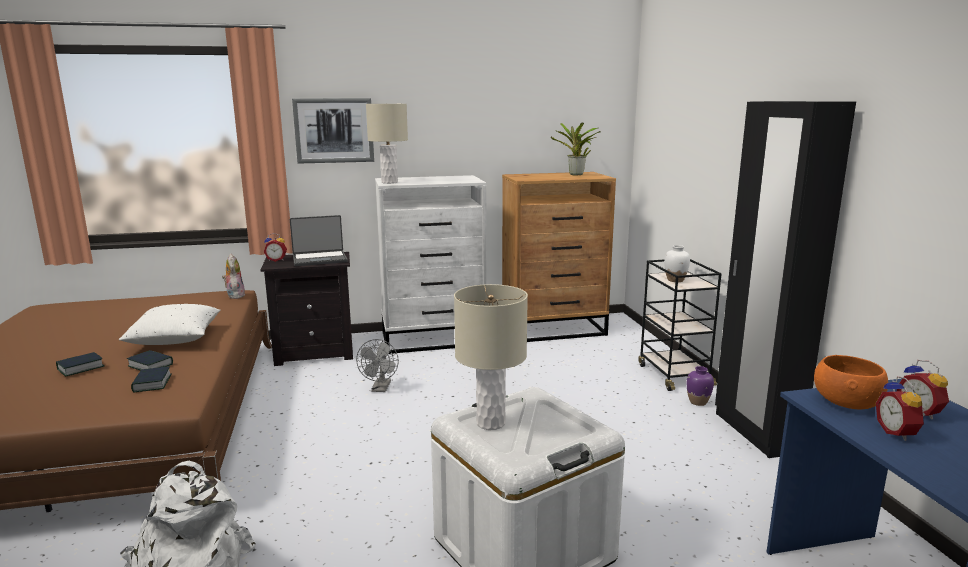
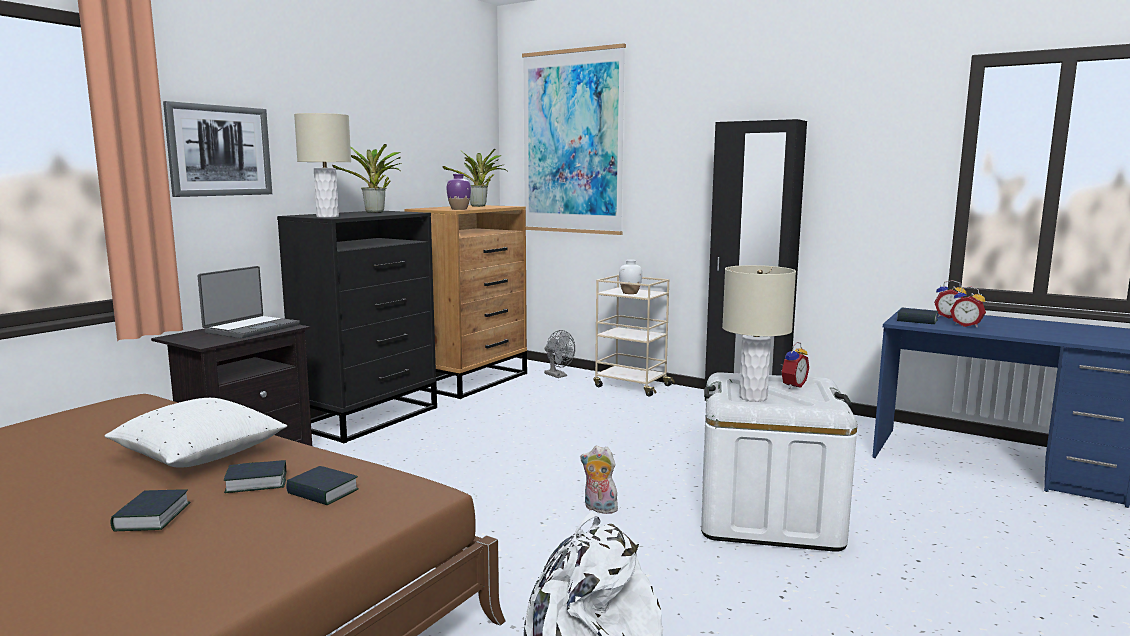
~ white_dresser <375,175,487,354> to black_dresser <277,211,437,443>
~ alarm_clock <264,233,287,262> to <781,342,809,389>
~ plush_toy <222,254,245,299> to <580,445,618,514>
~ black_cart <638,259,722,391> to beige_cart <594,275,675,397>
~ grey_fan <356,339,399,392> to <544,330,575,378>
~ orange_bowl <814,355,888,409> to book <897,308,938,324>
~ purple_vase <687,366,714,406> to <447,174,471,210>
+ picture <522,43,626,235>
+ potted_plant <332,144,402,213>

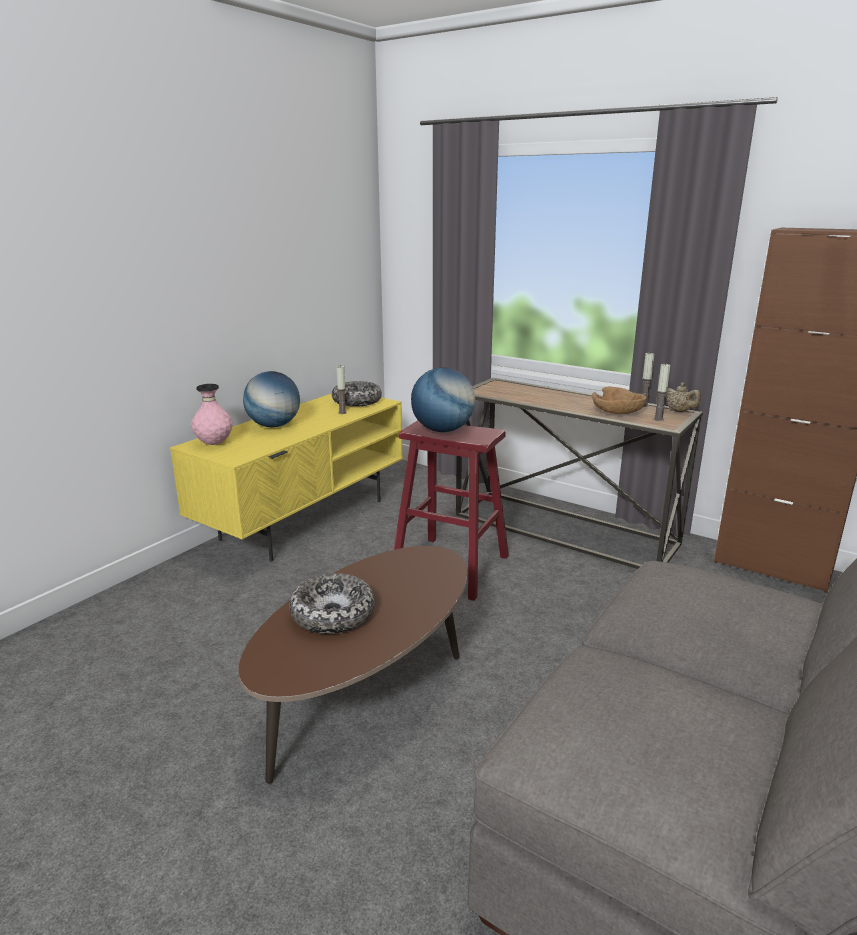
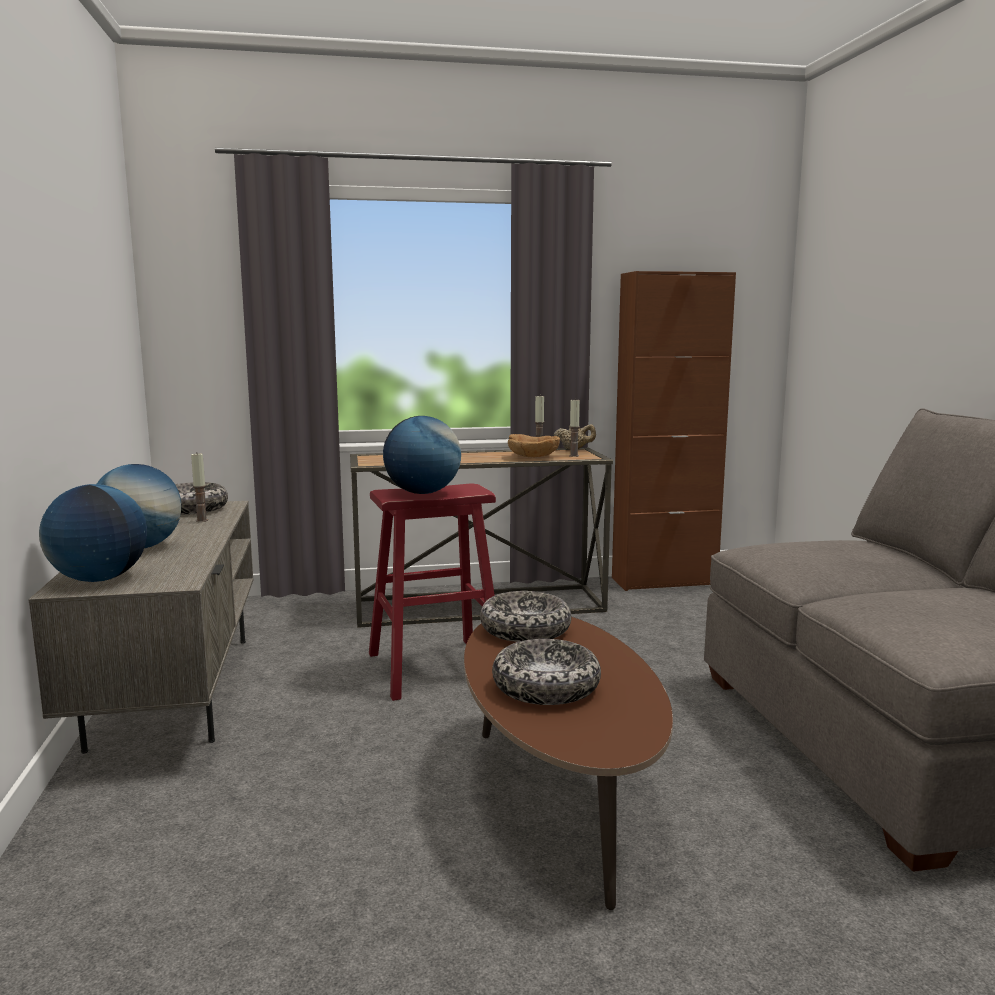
~ pink_vase <191,384,233,445> to globe <39,484,147,582>
~ yellow_tv_stand <170,393,403,562> to grey_tv_stand <29,501,253,754>
+ bowl <480,591,572,642>

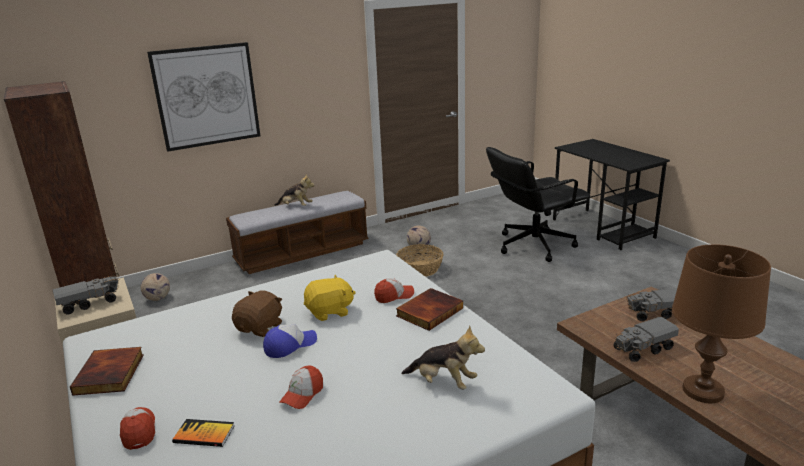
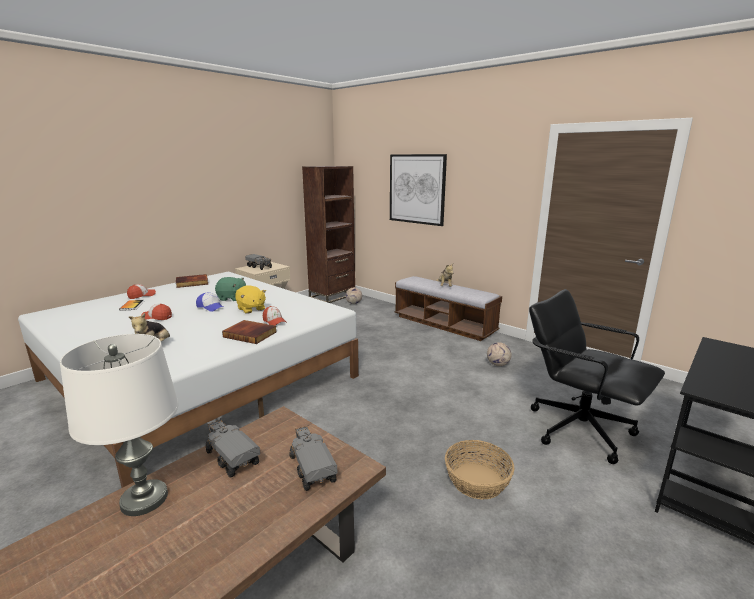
~ basket <396,244,444,277> to <445,440,515,500>
~ brown_table_lamp <672,244,771,403> to white_table_lamp <60,334,178,516>
~ brown_plush_toy <232,290,282,337> to green_plush_toy <215,277,247,301>

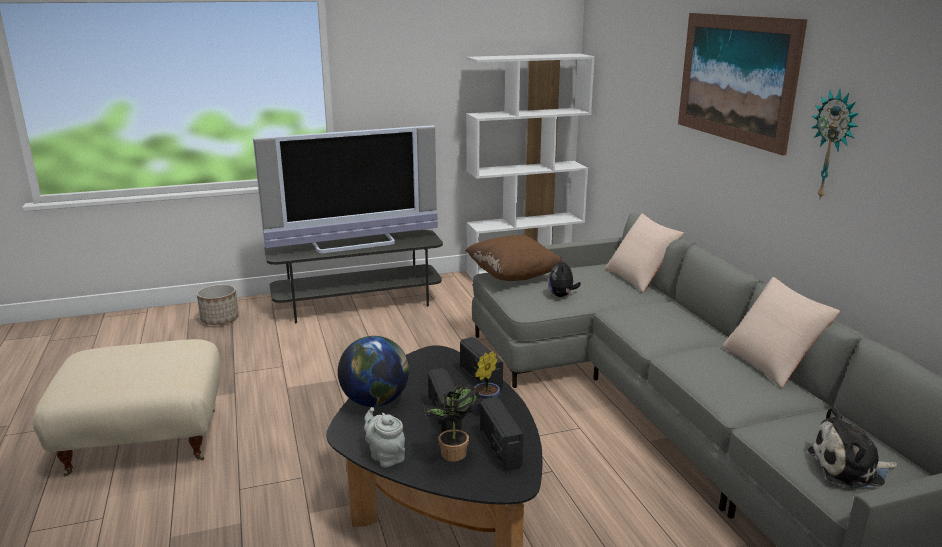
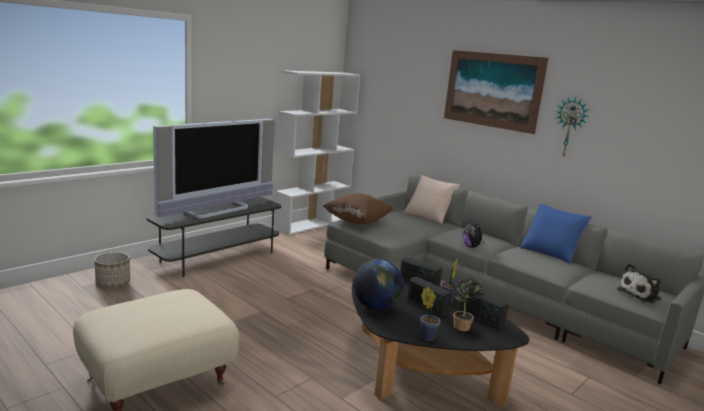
~ plush_toy <548,256,581,297> to <463,219,485,248>
~ beige_pillow <722,277,840,388> to blue_pillow <520,204,591,264>
~ grey_teapot <364,407,405,467> to potted_plant <420,286,441,341>

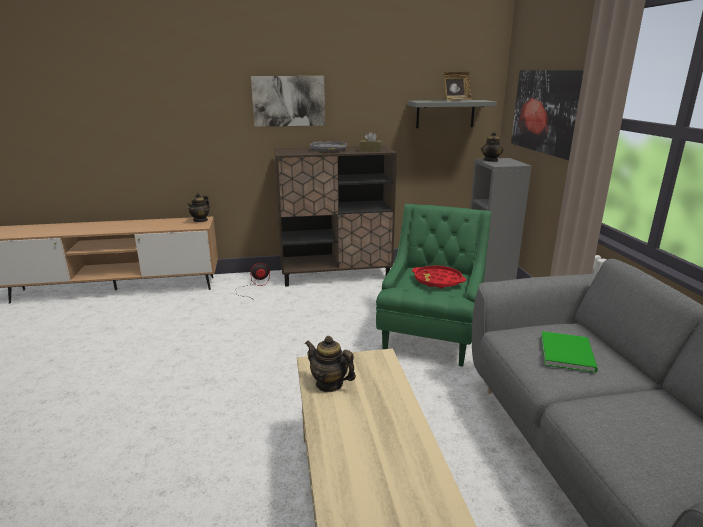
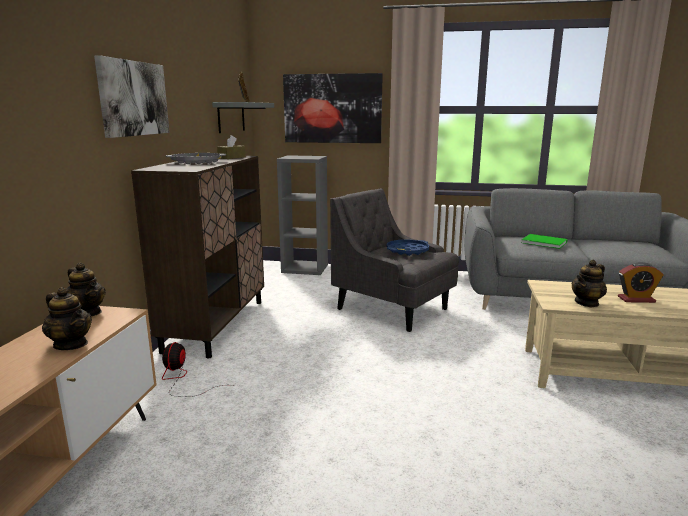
~ teapot <481,131,504,162> to <42,287,92,350>
~ green_armchair <376,204,492,367> to grey_armchair <330,188,459,332>
~ red_tray <412,265,466,289> to blue_tray <386,240,429,256>
+ alarm_clock <618,262,664,303>

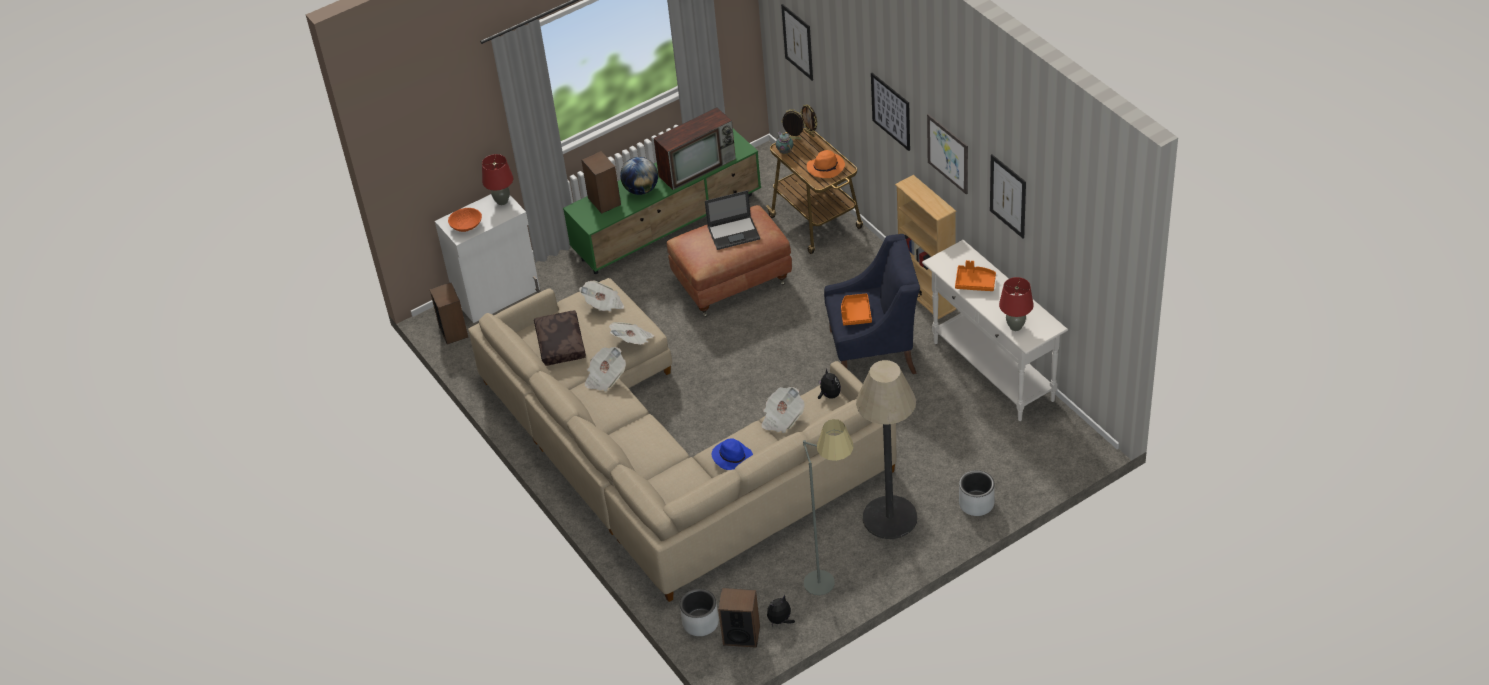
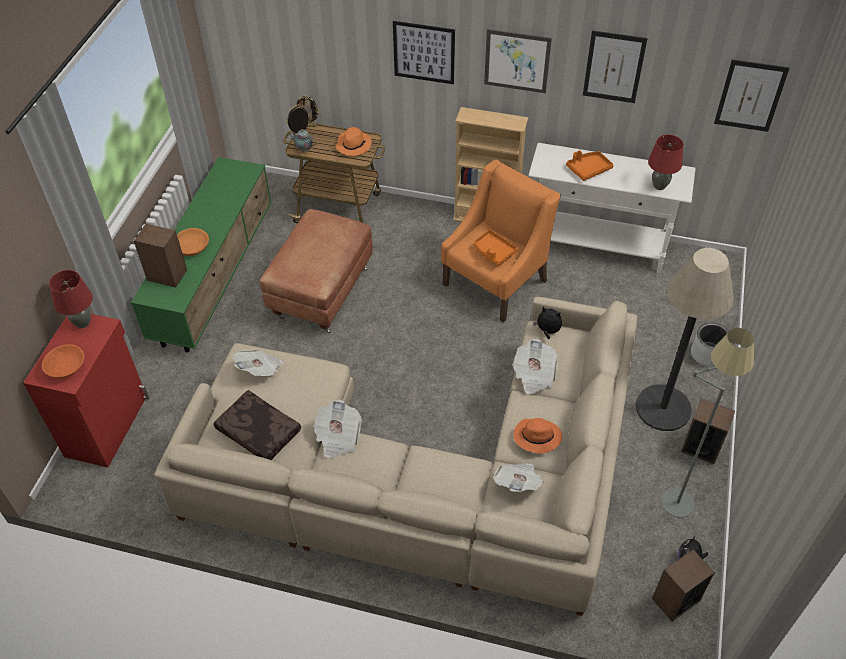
~ picture <781,4,813,81> to <714,59,790,132>
- television <654,107,736,190>
~ globe <620,157,658,195> to orange_bowl <177,228,209,256>
- laptop <705,190,760,250>
~ white_cabinet <435,194,540,323> to red_cabinet <23,314,149,467>
~ blue_armchair <824,234,920,374> to orange_armchair <441,160,561,323>
~ speaker <430,283,468,344> to <681,399,735,464>
~ newspaper <609,322,654,345> to <493,463,544,492>
~ blue_hat <712,438,753,470> to orange_hat <513,418,562,454>
- grey_planter <680,589,719,636>

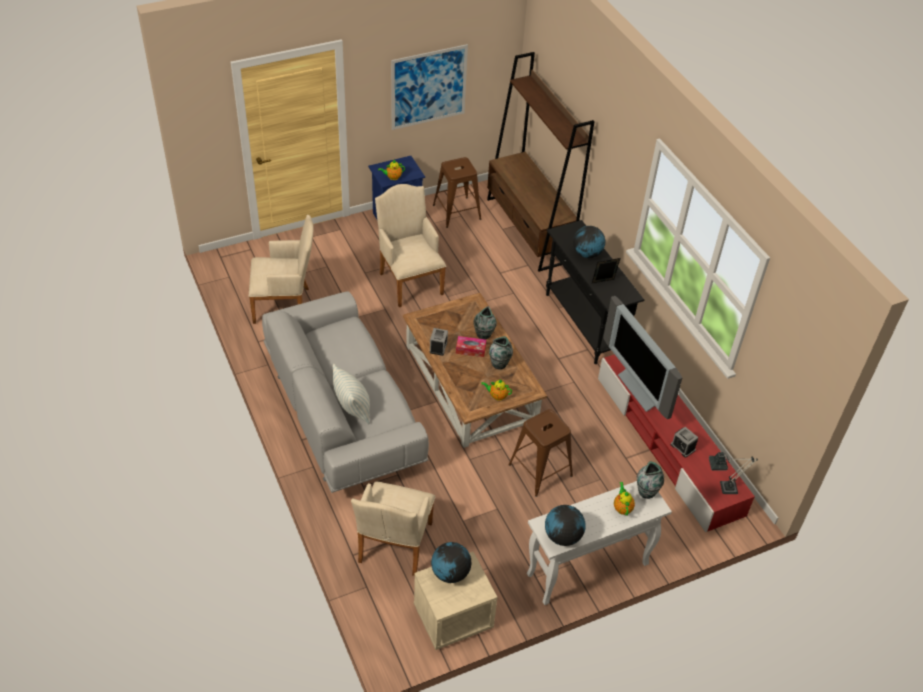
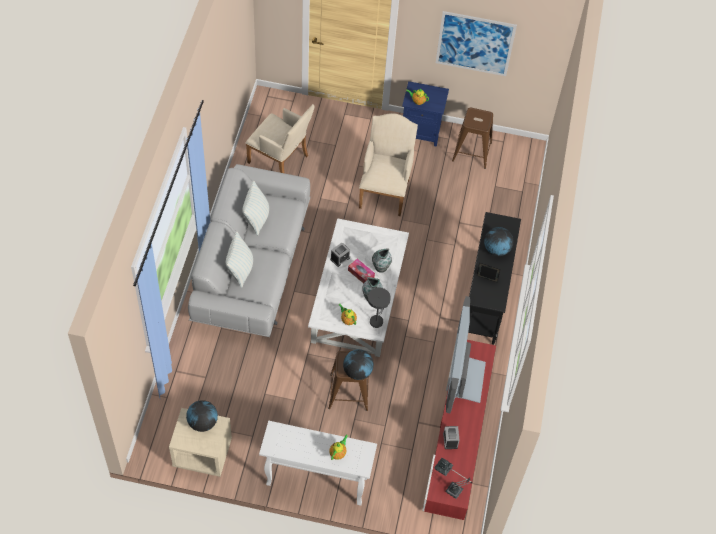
- brown_bookcase <487,52,595,272>
~ brown_coffee_table <403,293,547,448> to white_coffee_table <308,218,409,357>
- vase <637,461,664,499>
- beige_armchair <351,482,435,576>
~ globe <545,505,586,546> to <343,349,374,380>
+ pillow <242,181,269,236>
+ grey_table_lamp <368,287,391,328>

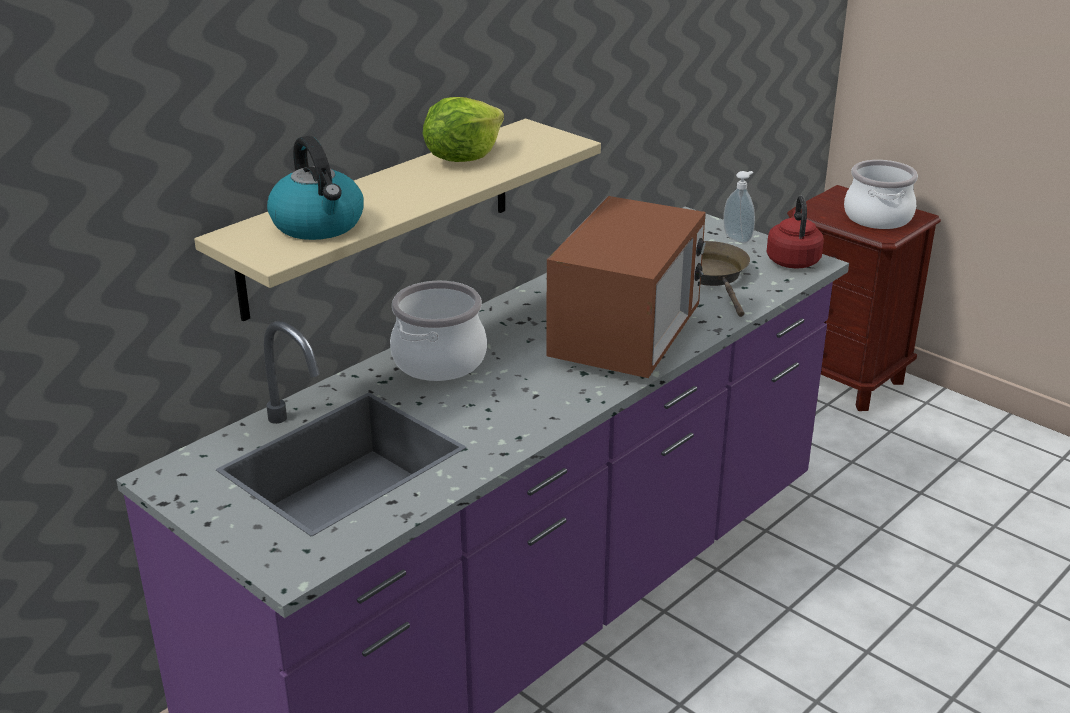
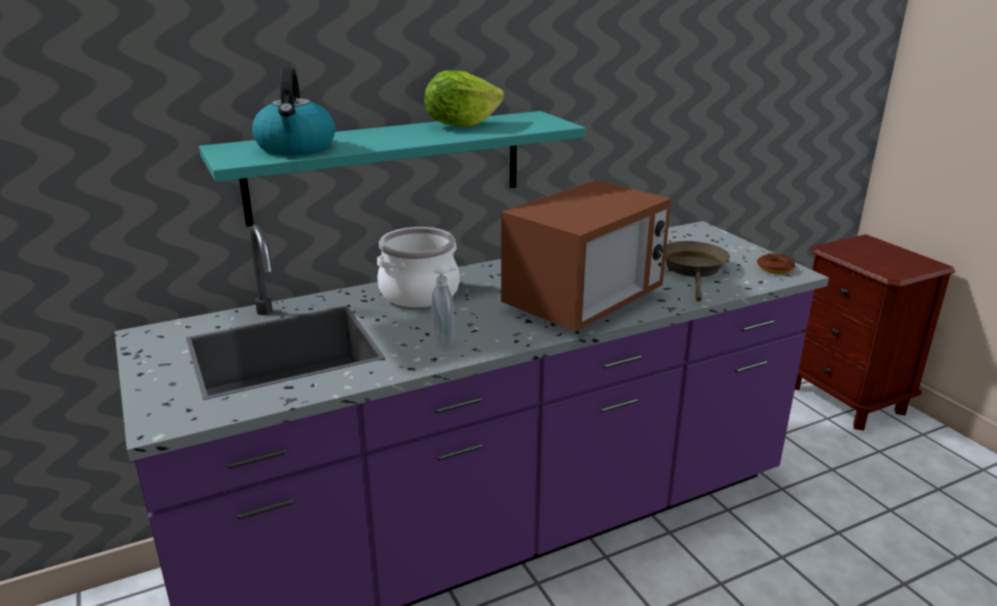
~ beige_shelf <194,119,601,321> to turquoise_shelf <199,111,586,227>
- cooking_pot <844,160,918,229>
~ soap_dispenser <723,171,755,243> to <432,265,456,348>
~ red_kettle <767,195,824,269> to donut <757,253,796,274>

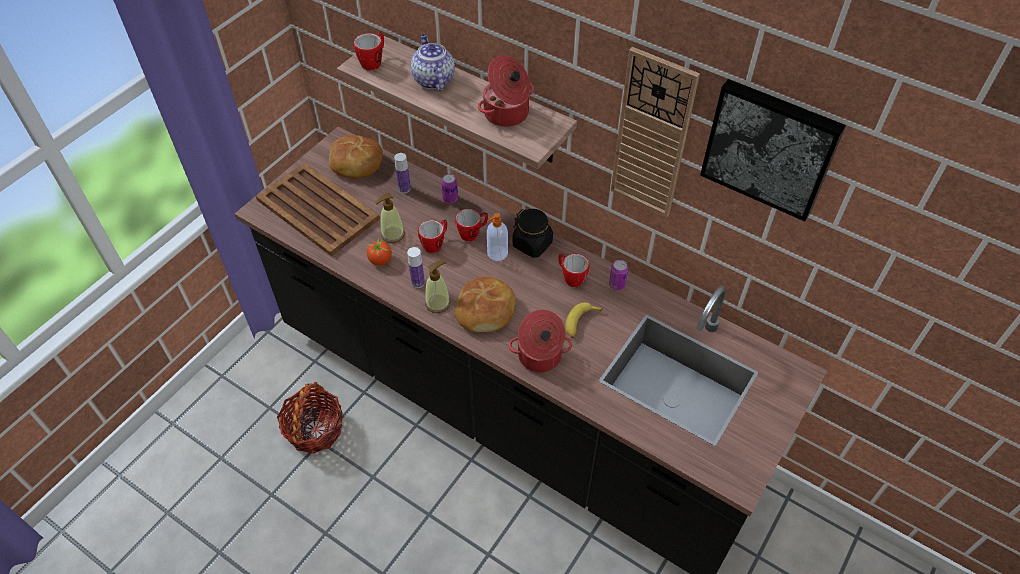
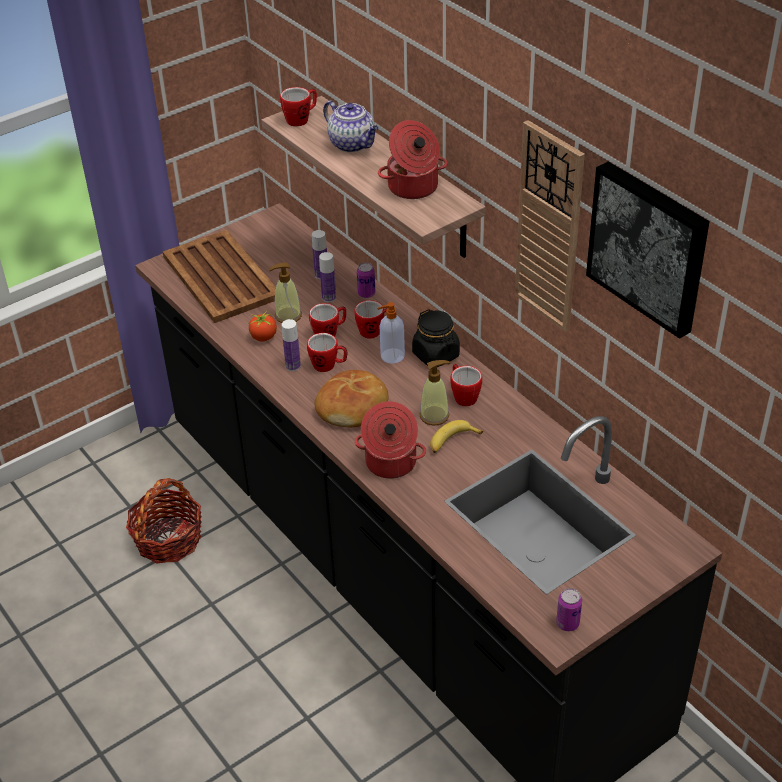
~ teapot <411,34,455,91> = <323,100,379,153> 135 degrees clockwise
- bread <329,135,383,178>
~ can <609,260,628,290> to <556,588,582,631>
~ soap_dispenser <425,261,450,313> to <420,360,450,426>
+ bottle <319,252,336,302>
+ mug <307,333,347,372>

